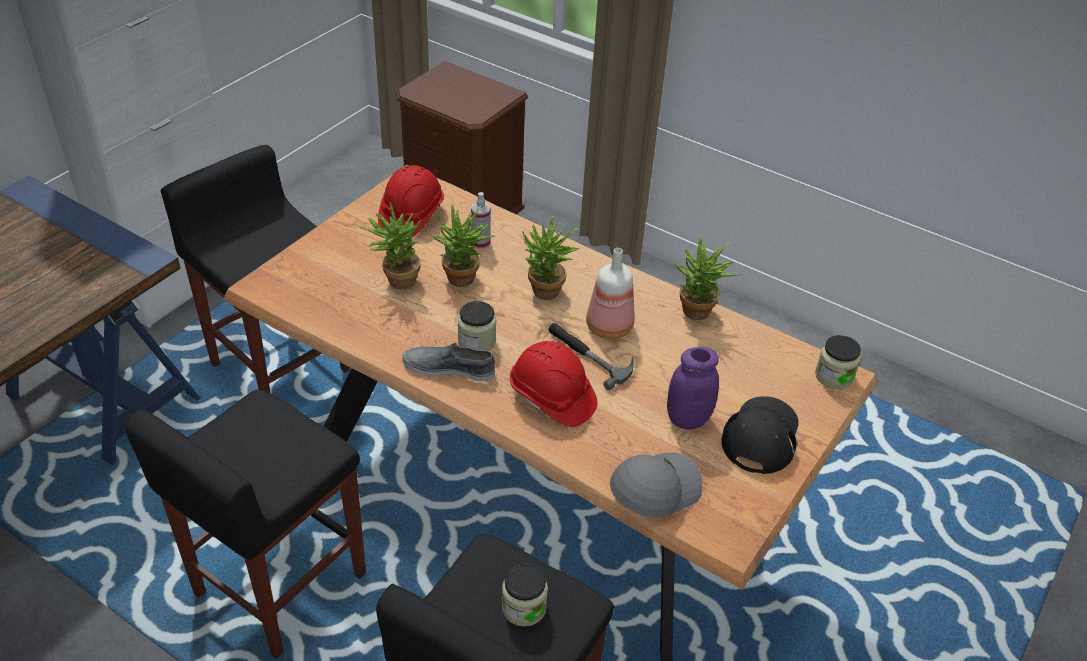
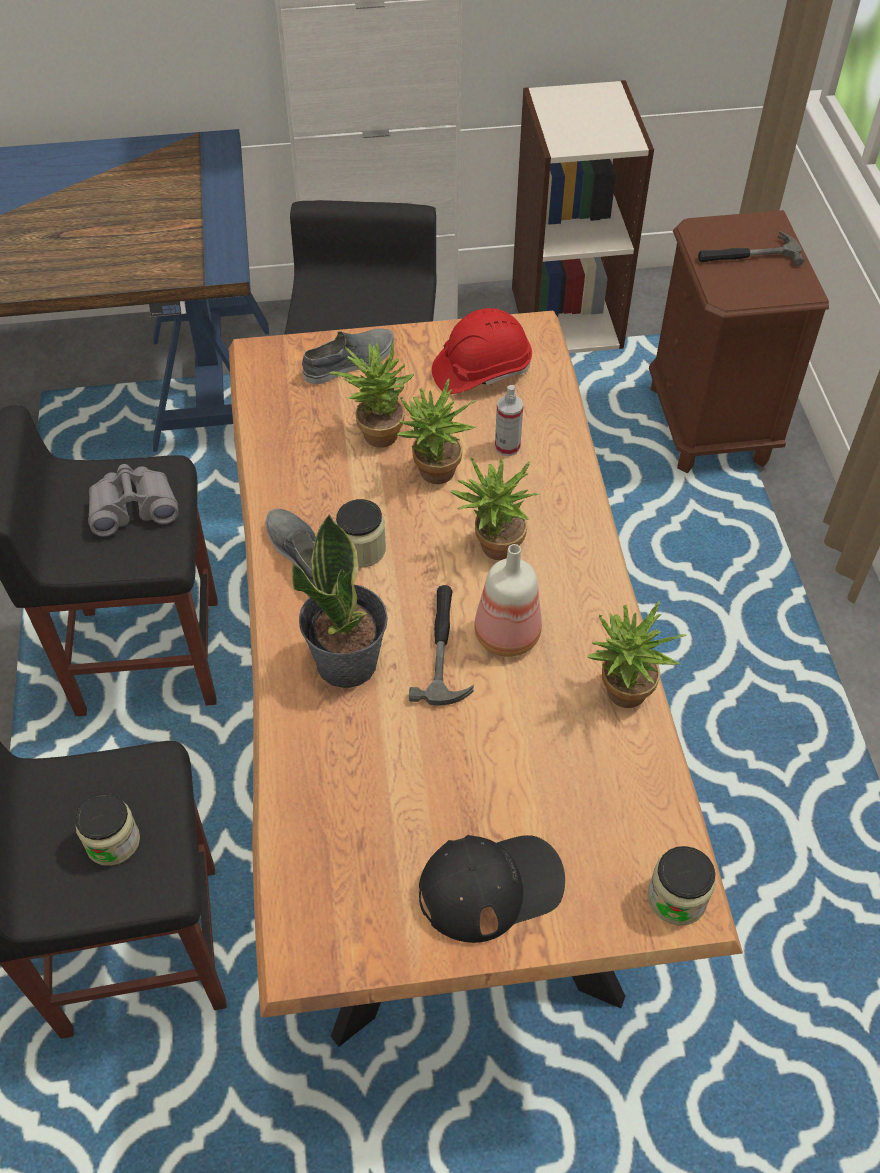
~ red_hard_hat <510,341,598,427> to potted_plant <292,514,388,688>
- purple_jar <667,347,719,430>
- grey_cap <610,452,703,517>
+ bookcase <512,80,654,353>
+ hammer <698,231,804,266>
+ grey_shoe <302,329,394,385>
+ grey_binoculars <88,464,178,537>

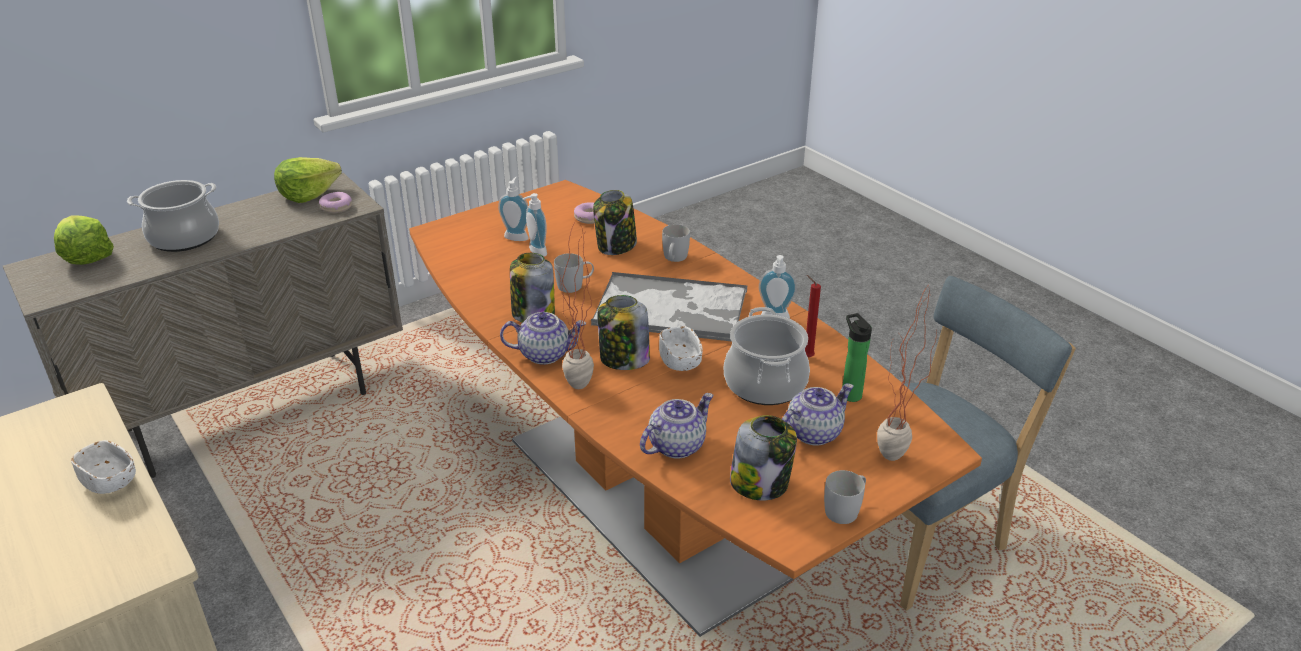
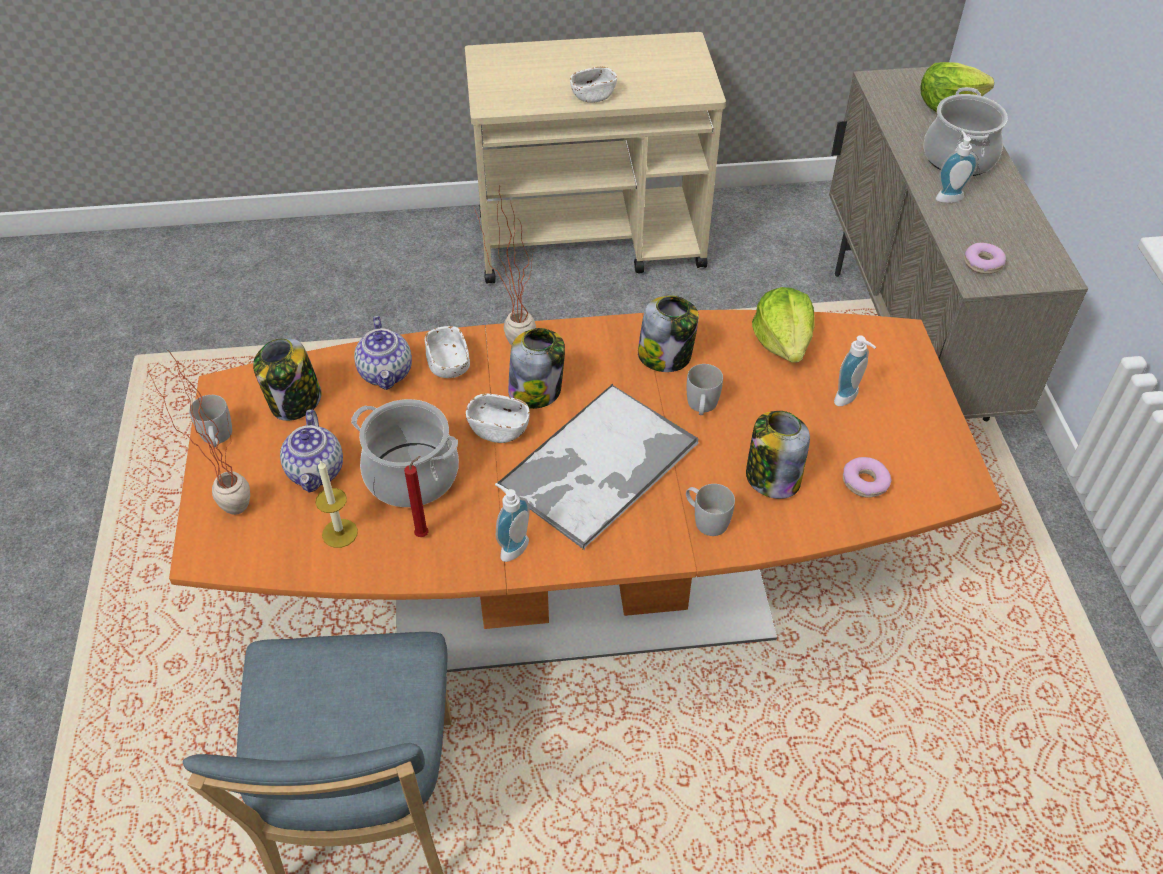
~ lettuce <274,157,342,203> to <752,287,815,363>
~ soap_dispenser <522,193,547,257> to <936,130,978,203>
- teapot <500,312,586,365>
~ bottle <842,313,872,402> to candle <315,460,358,548>
+ white_bowl <425,326,470,378>

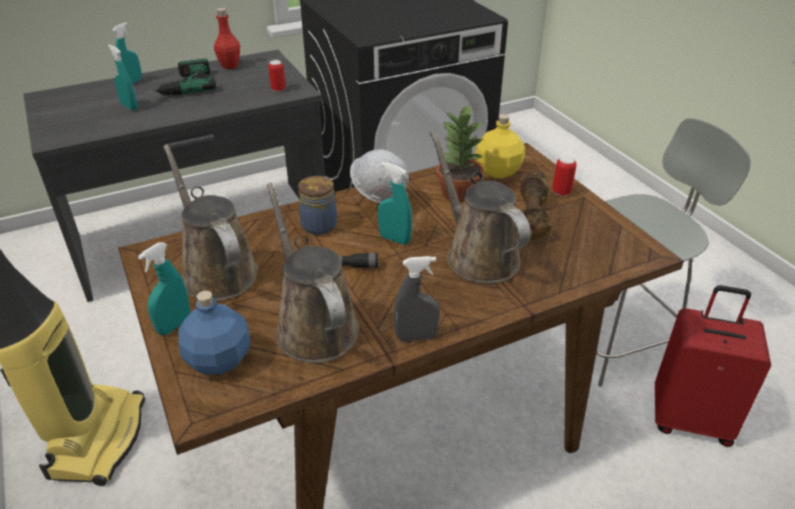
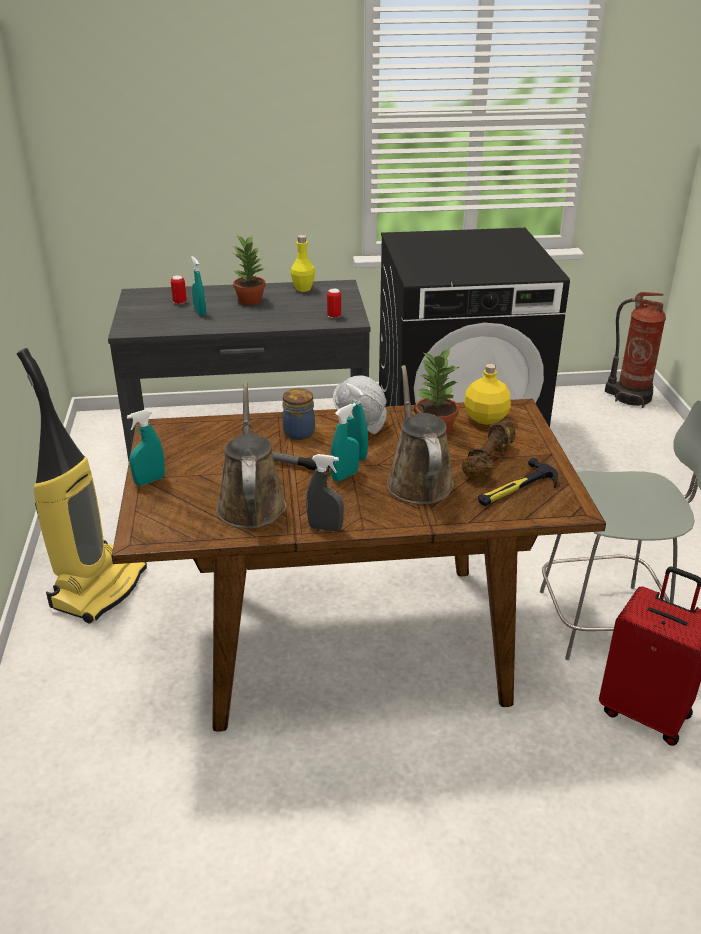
~ red_bottle <214,8,240,69> to yellow_bottle <290,235,315,292>
~ turquoise_spray_bottle <112,22,142,84> to <330,403,359,481>
~ power_drill <143,58,216,95> to potted_plant <233,235,266,305>
- brown_watering_can <163,144,258,301>
~ can <552,156,576,196> to <171,275,187,304>
- blue_bottle <178,291,250,375>
+ fire_extinguisher <605,292,666,408>
+ hammer <478,457,558,506>

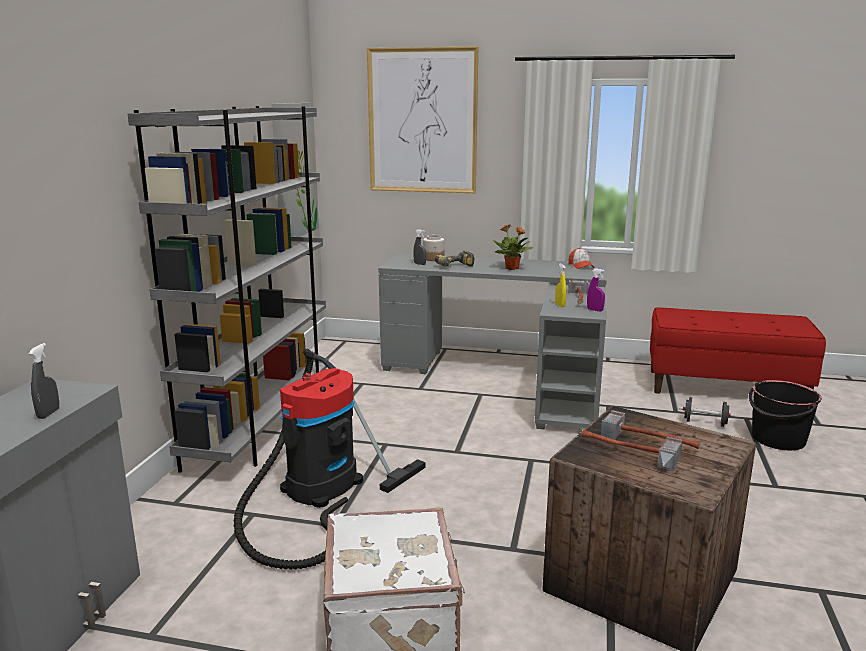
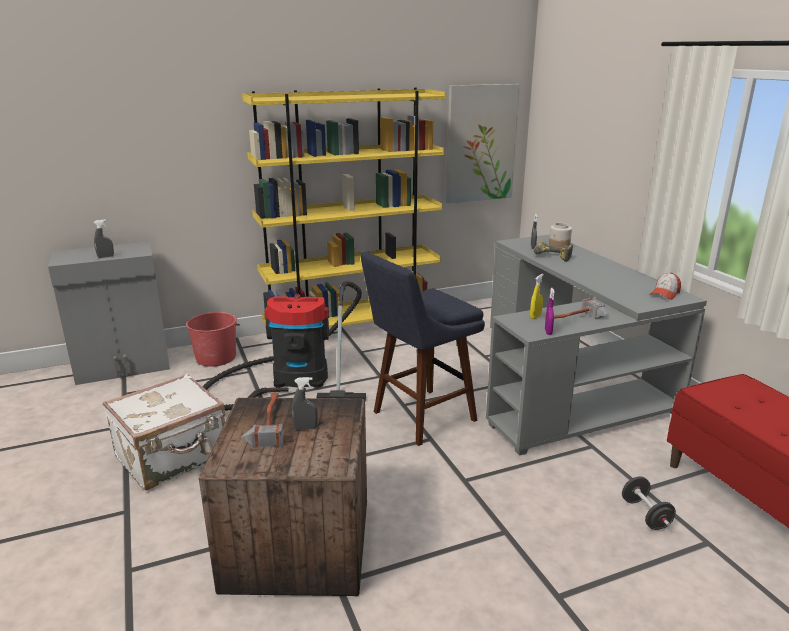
- picture <367,46,478,193>
~ grey_bookcase <128,106,329,473> to yellow_bookcase <242,88,446,328>
- potted_plant <493,224,533,270>
- black_bucket <749,380,822,450>
~ hammer <601,410,701,449> to grey_spray_bottle <292,377,318,430>
+ blue_stool <360,252,485,446>
+ red_bucket <186,312,240,367>

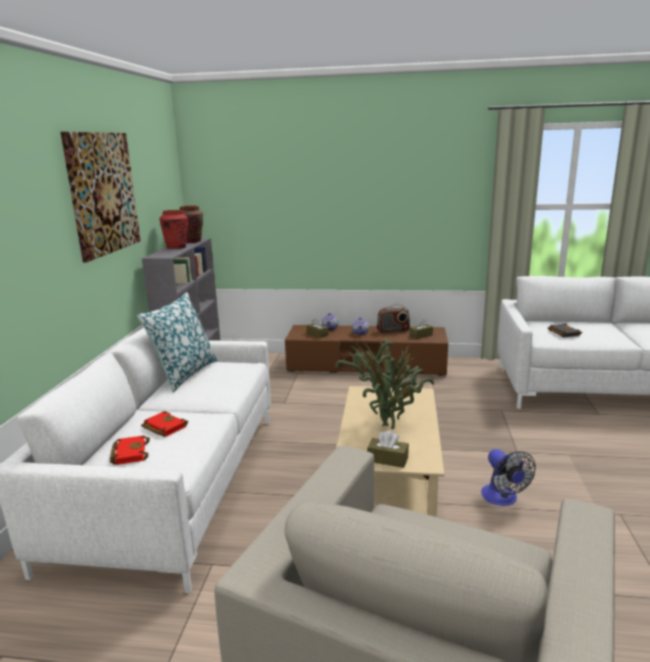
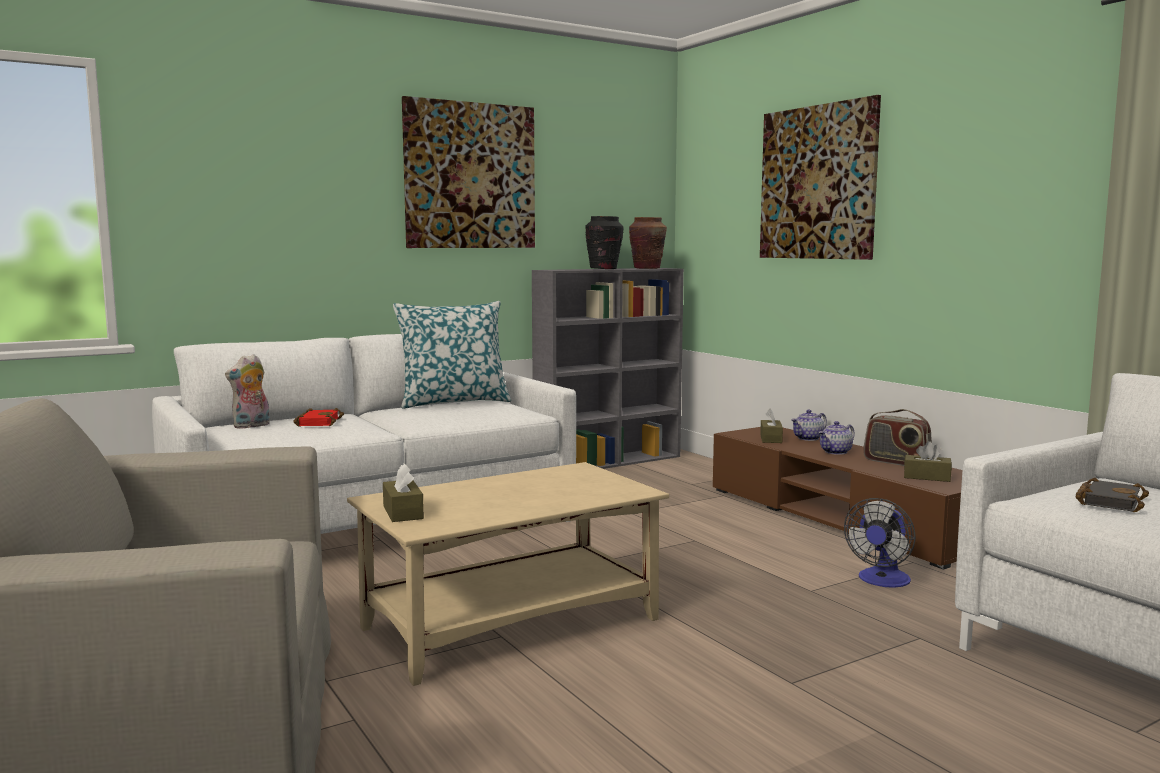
~ red_vase <160,210,188,249> to black_vase <585,216,624,269>
- potted_plant <335,336,434,429>
~ red_book <110,435,150,465> to plush_toy <225,354,270,429>
~ fan <481,449,536,506> to <844,498,916,588>
+ picture <760,95,881,260>

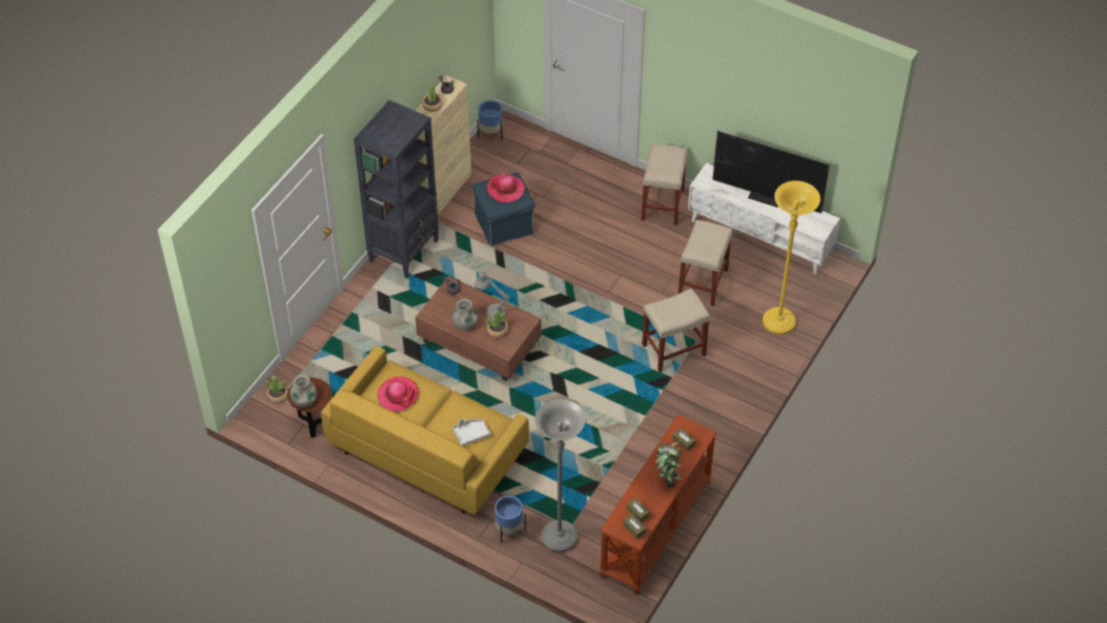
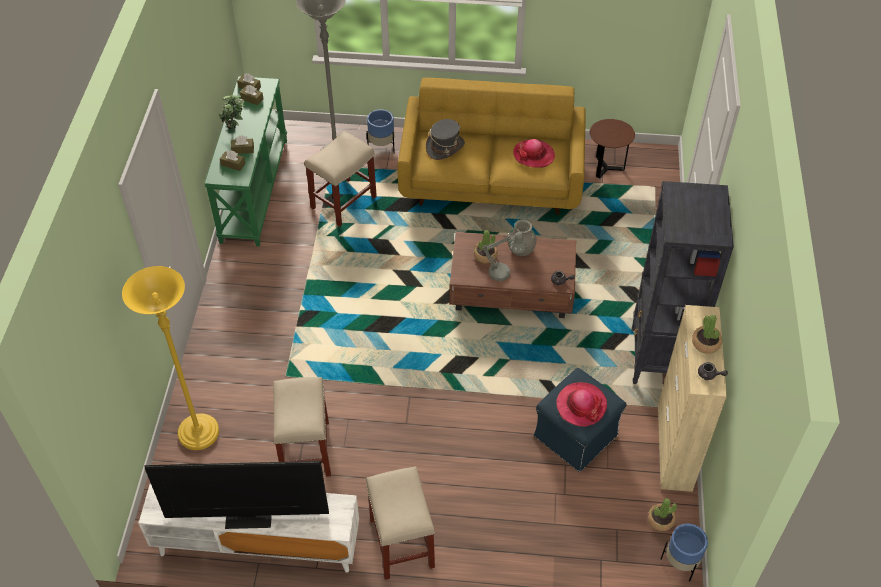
~ beige_stool <642,288,710,373> to <305,131,377,227>
- grey_vase <290,374,317,408>
~ potted_plant <266,376,288,404> to <648,498,677,531>
~ brown_console_table <599,414,717,595> to green_console_table <204,76,287,247>
~ grey_tray <452,418,491,446> to grey_hat <426,119,465,160>

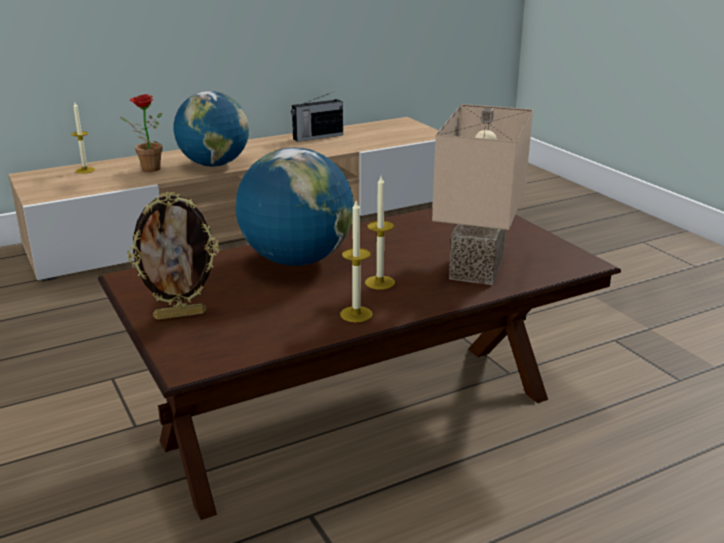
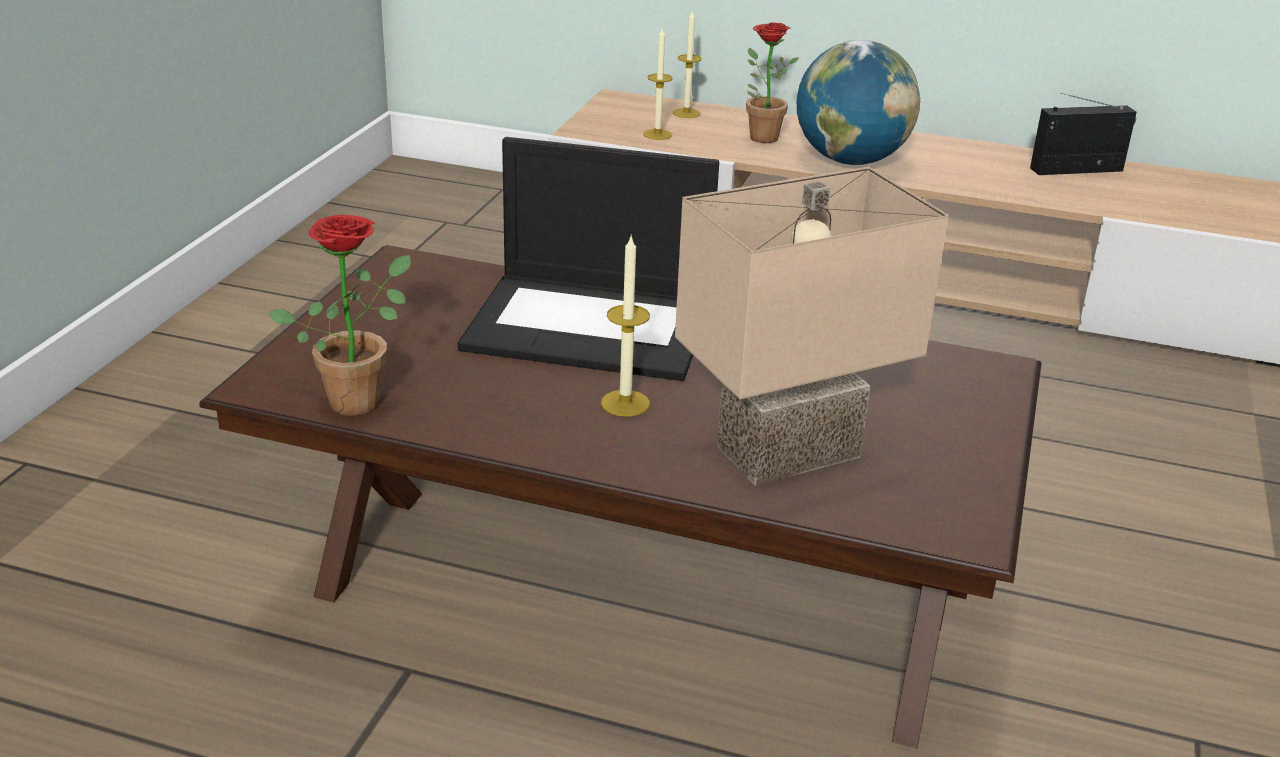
~ radio <291,92,343,142> = <1030,93,1137,175> 150 degrees clockwise
~ globe <236,148,354,266> to laptop <458,137,719,381>
- picture_frame <127,191,219,320>
~ candle <340,201,373,322> to <643,29,673,140>
+ potted_plant <268,215,411,416>

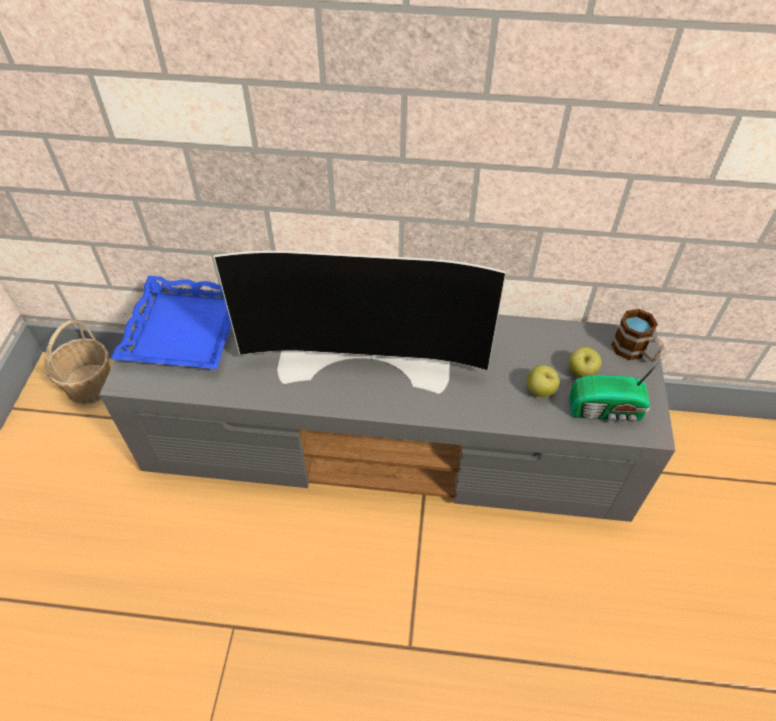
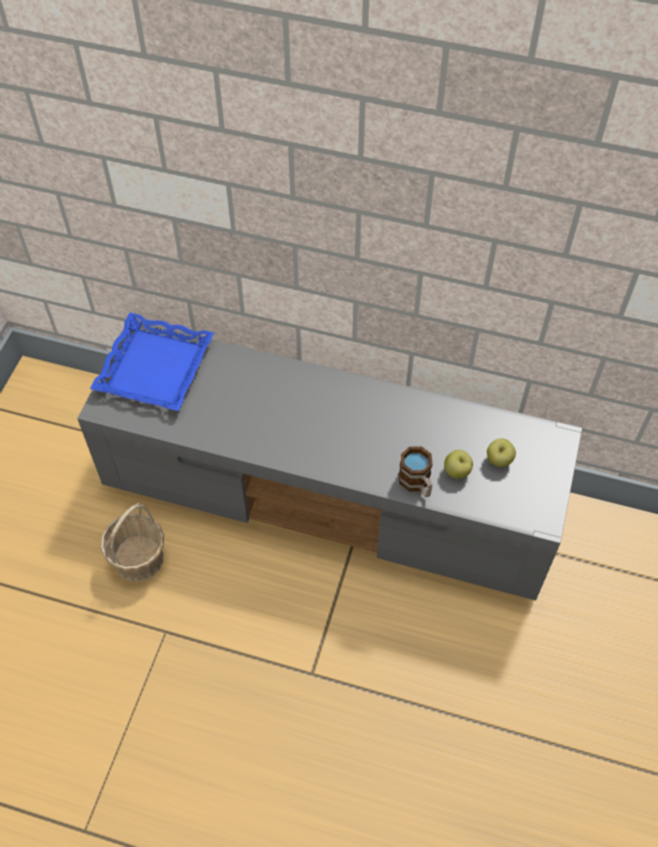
- television <214,251,506,394>
~ mug <611,309,664,362> to <399,446,433,497>
~ basket <44,320,110,405> to <101,503,164,581>
- radio <569,356,665,423>

